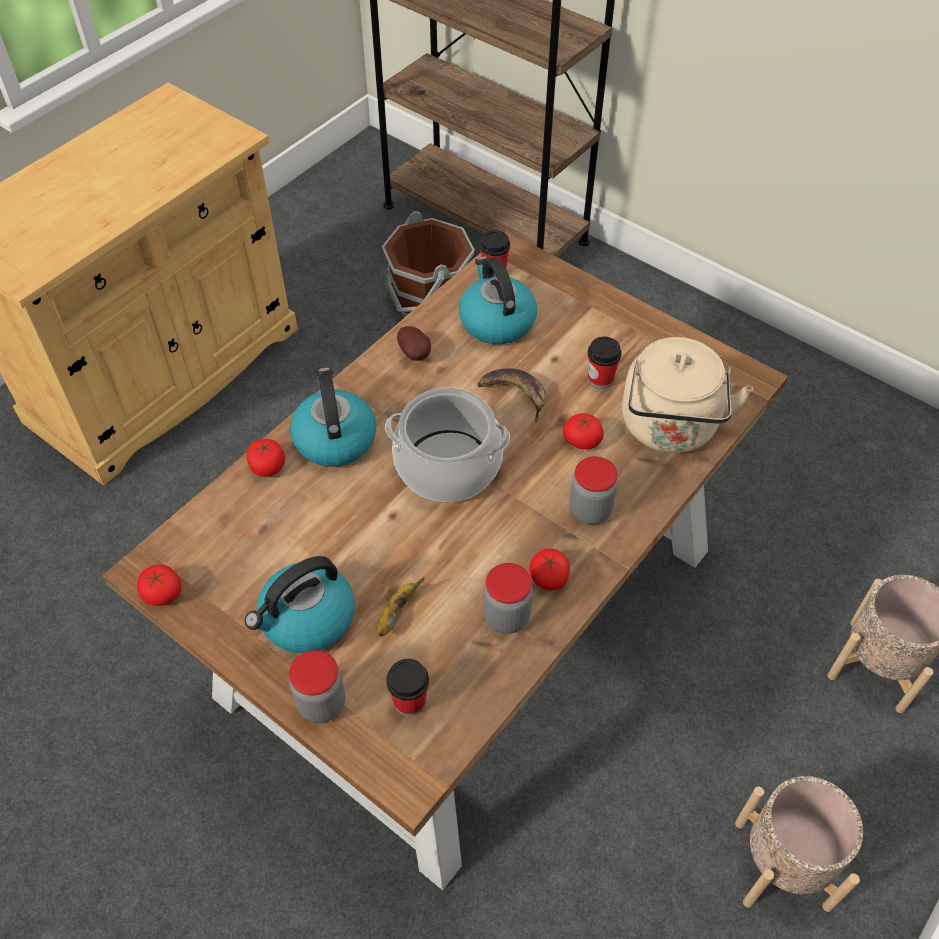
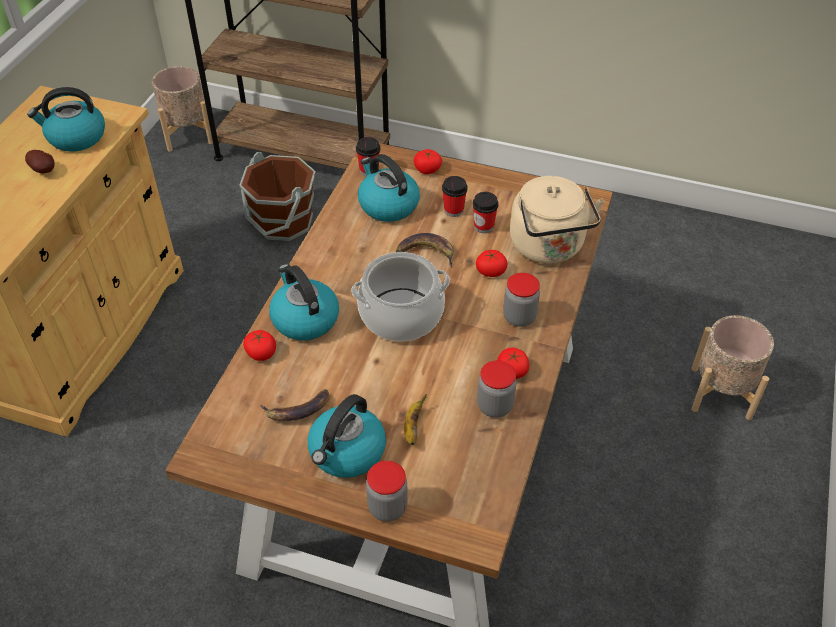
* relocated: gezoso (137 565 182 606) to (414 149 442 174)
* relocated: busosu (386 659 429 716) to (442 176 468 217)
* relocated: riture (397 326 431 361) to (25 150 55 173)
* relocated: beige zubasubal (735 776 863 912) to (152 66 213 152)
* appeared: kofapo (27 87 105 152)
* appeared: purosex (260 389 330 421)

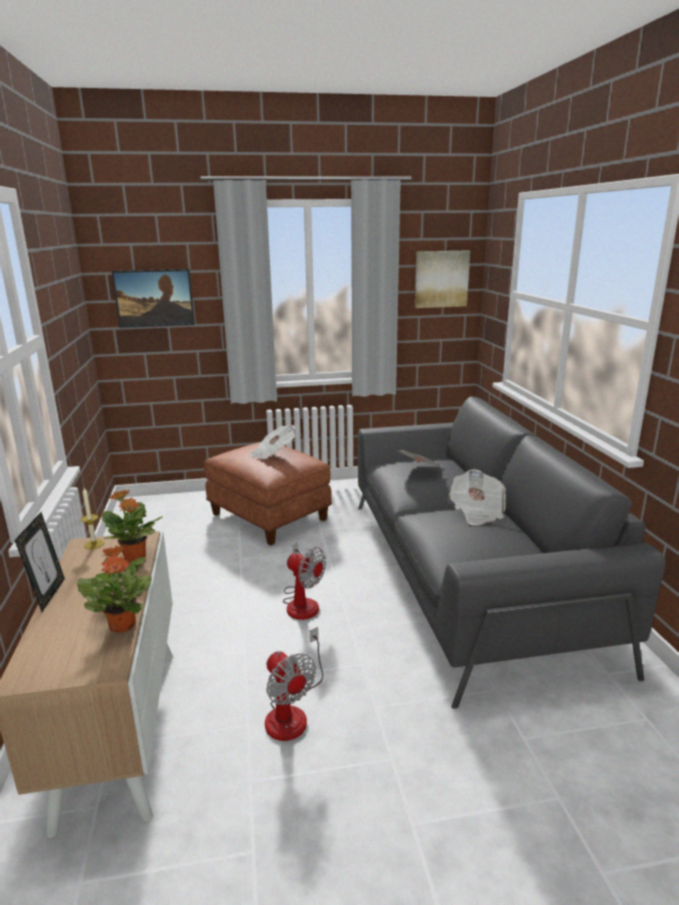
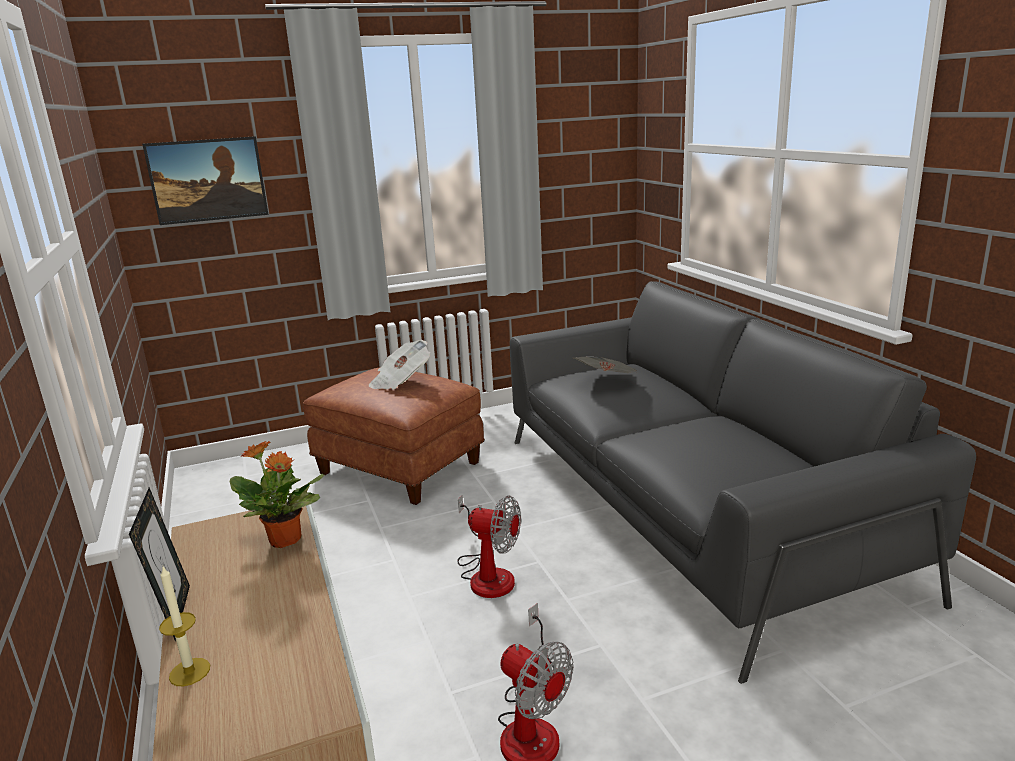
* missing: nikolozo (77 545 151 632)
* relocated: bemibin (81 488 104 550) to (159 567 210 686)
* missing: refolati (415 250 470 308)
* missing: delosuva (449 469 506 526)

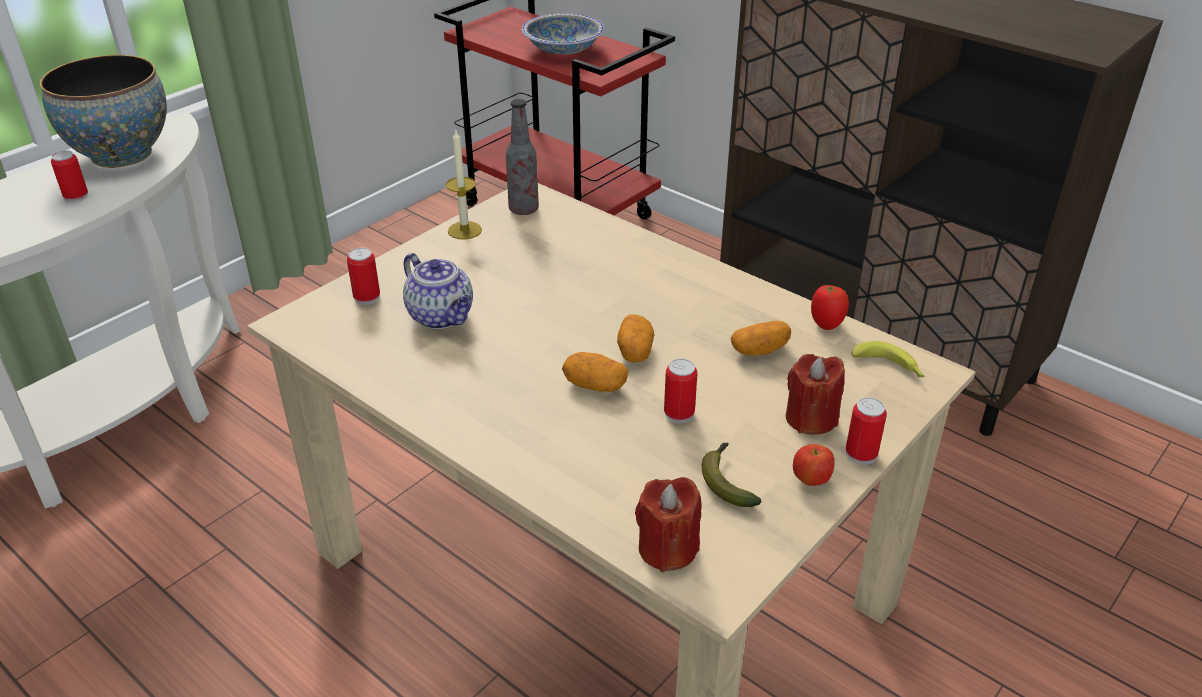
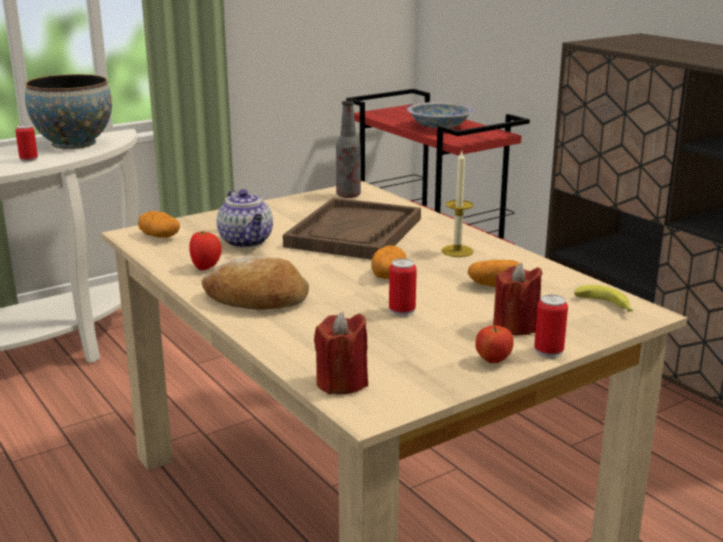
* missing: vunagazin (347 248 380 305)
* relocated: bemibin (446 128 482 240) to (441 149 474 257)
* relocated: riture (562 352 628 392) to (138 211 180 238)
* missing: purosex (702 443 762 507)
* relocated: gezoso (811 284 849 330) to (189 231 222 270)
* appeared: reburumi (202 256 309 310)
* appeared: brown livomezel (283 198 421 260)

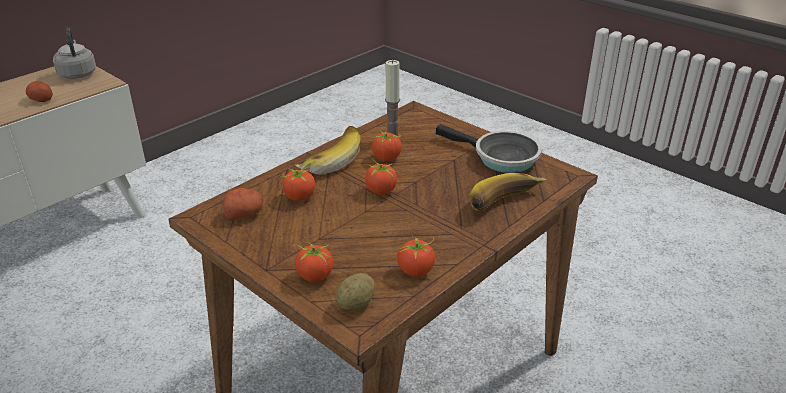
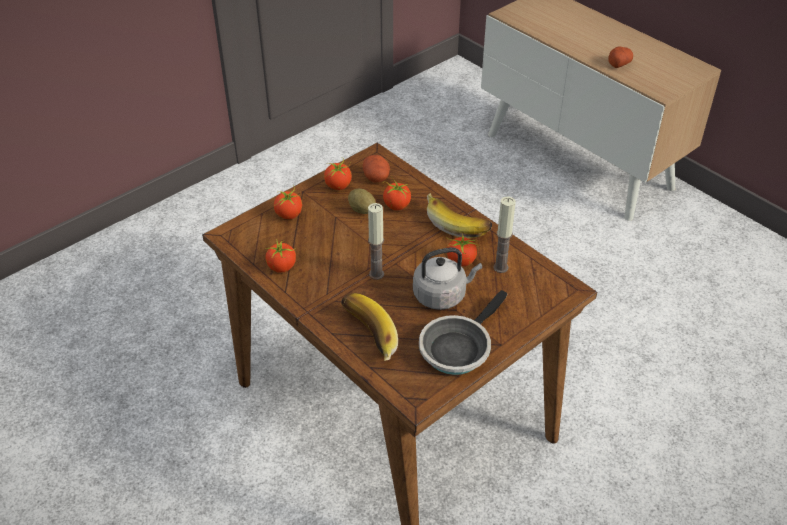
* relocated: grey kofapo (53 28 96 79) to (413 247 482 310)
* relocated: riture (336 273 375 310) to (348 189 376 214)
* relocated: gezoso (363 157 397 195) to (324 157 352 190)
* appeared: bemibin (368 203 384 280)

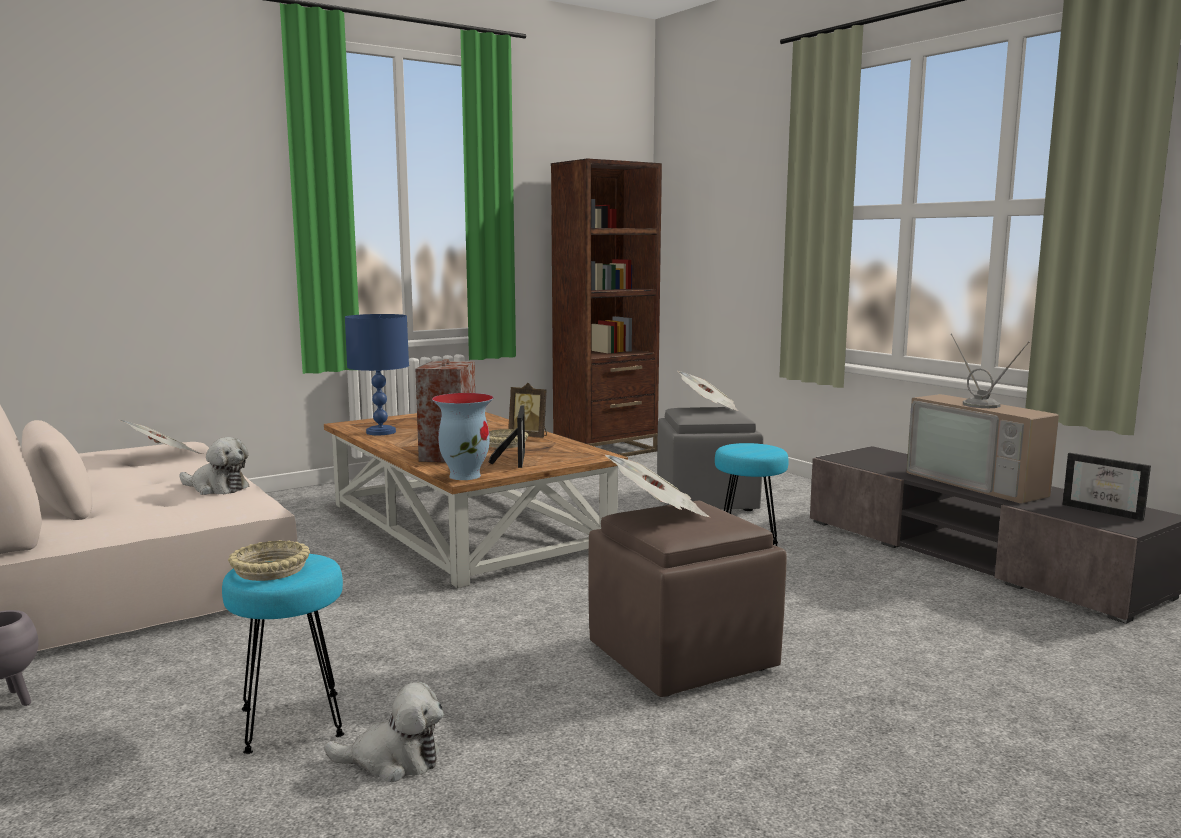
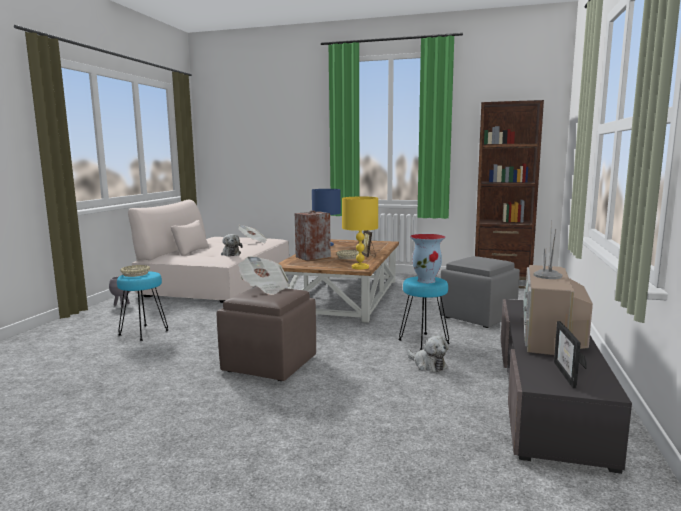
* relocated: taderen (324 682 444 782) to (407 336 449 372)
* relocated: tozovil (432 393 494 480) to (410 234 445 283)
* missing: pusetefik (488 406 525 468)
* missing: delosuva (677 371 738 411)
* appeared: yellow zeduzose (342 197 378 269)

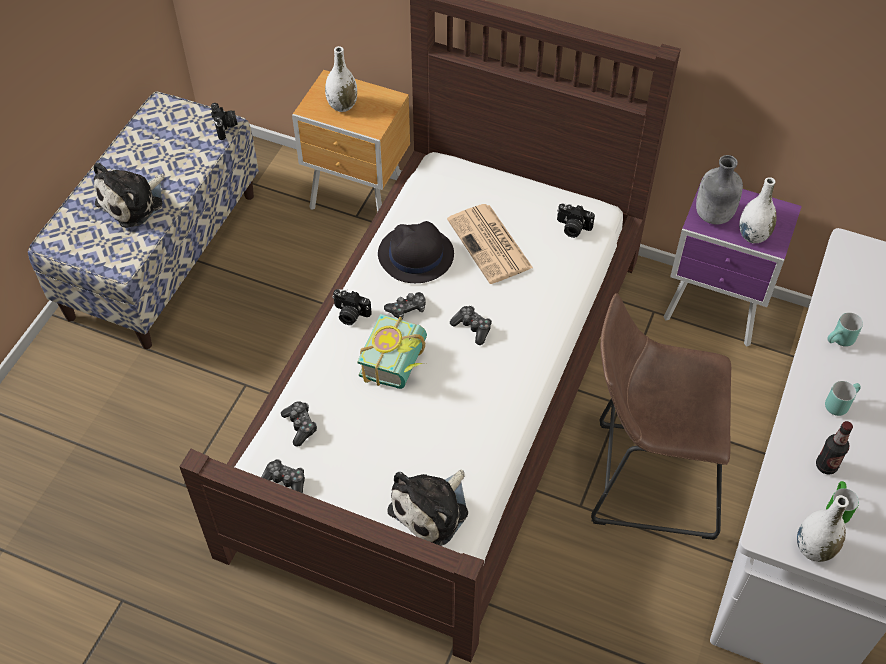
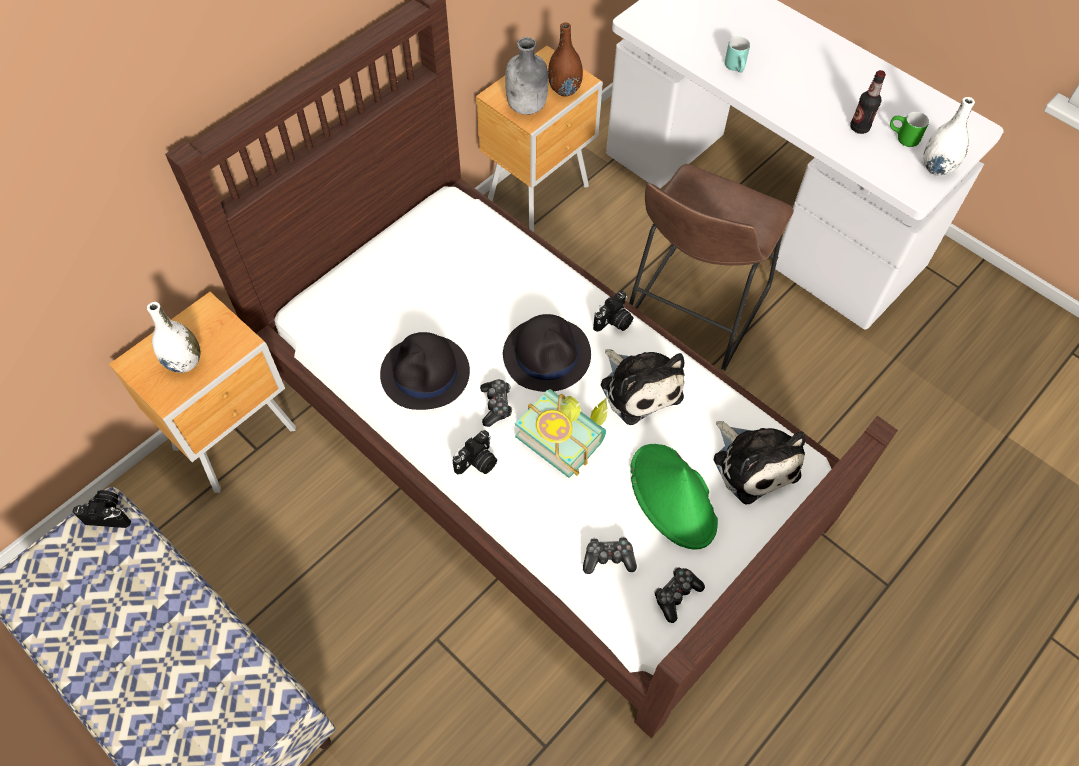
* relocated: taderen (94 162 165 228) to (601 349 684 425)
* missing: delosuva (447 204 533 284)
* exchanged: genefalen (450 306 492 345) to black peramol (503 314 591 392)
* relocated: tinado (557 203 595 238) to (593 291 633 332)
* colour: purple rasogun (664 177 802 346) to brown rasogun (476 46 603 232)
* colour: white tozovil (739 177 777 243) to brown tozovil (548 22 583 97)
* missing: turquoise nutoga (825 381 861 416)
* appeared: green peramol (630 444 718 550)

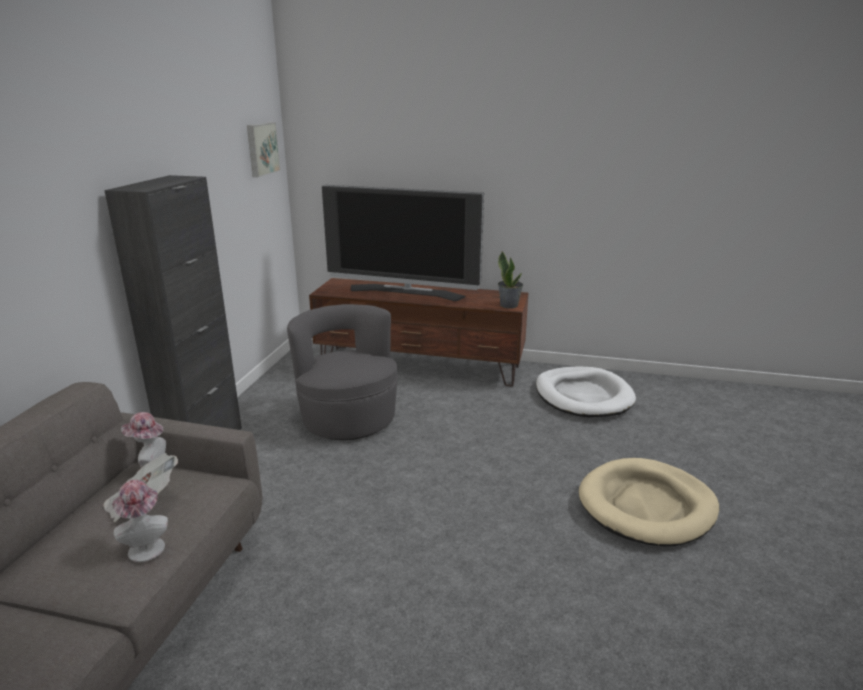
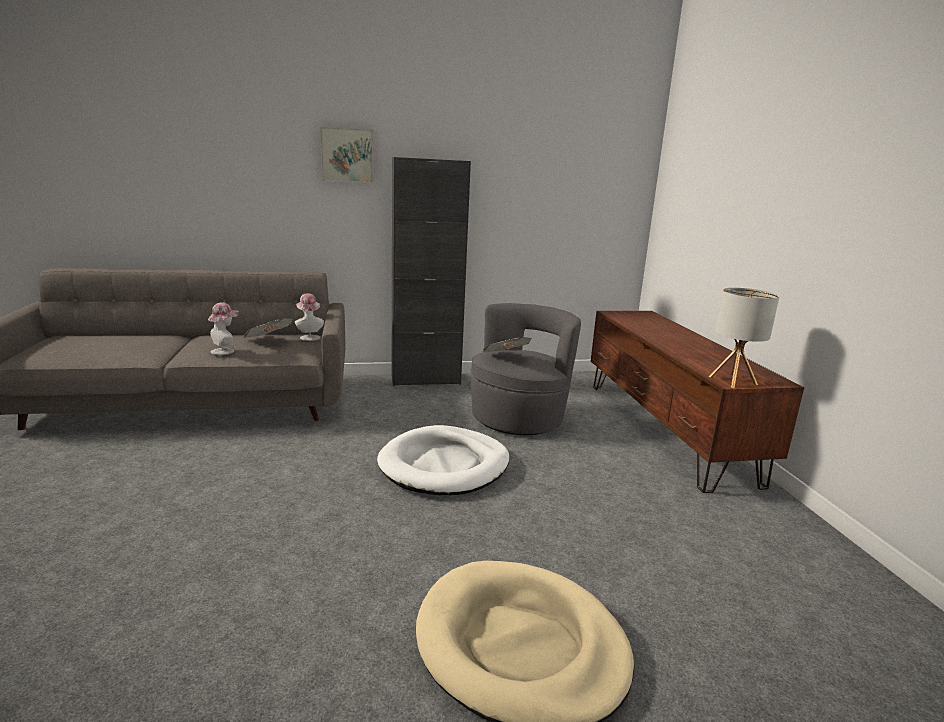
* relocated: refolati (247 122 280 177) to (320 127 373 183)
* missing: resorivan (322 185 484 301)
* exchanged: nikolozo (498 252 523 309) to zeduzose (709 288 780 388)
* relocated: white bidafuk (536 367 636 417) to (377 425 509 495)
* appeared: delosuva (482 337 532 352)

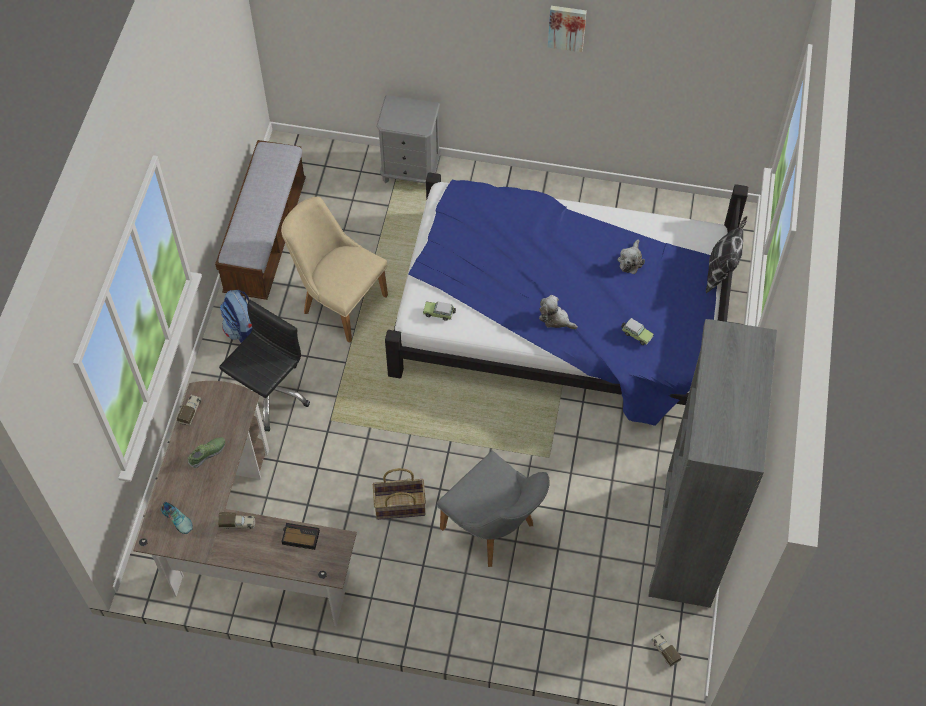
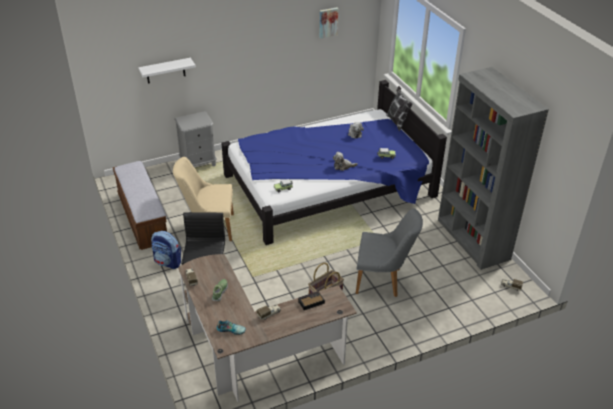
* relocated: refolati (548 6 587 52) to (319 8 338 38)
* appeared: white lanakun (138 58 196 83)

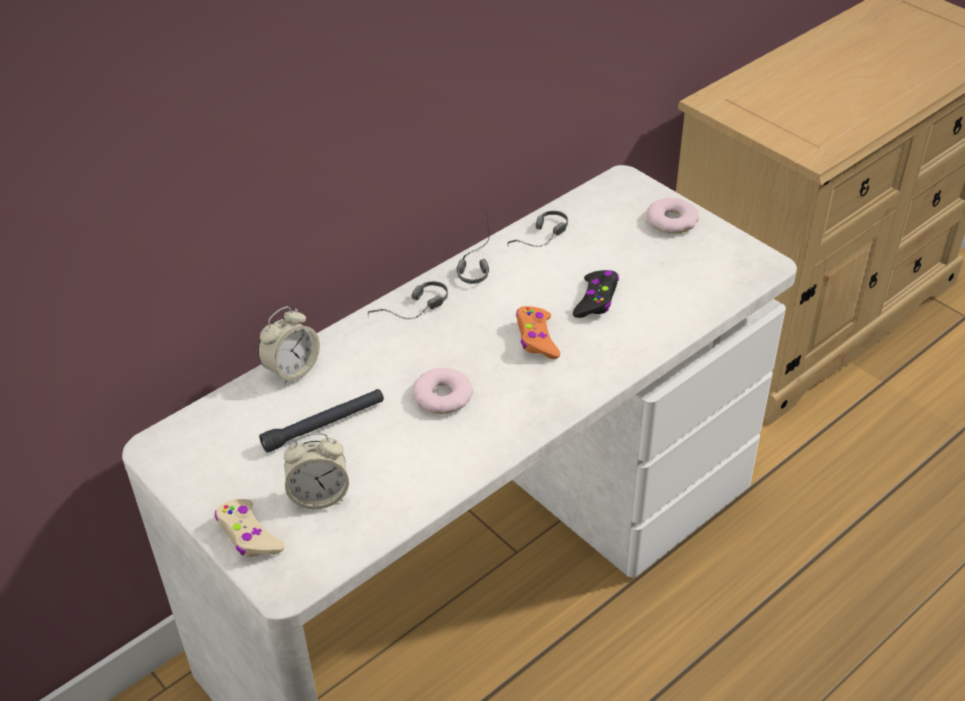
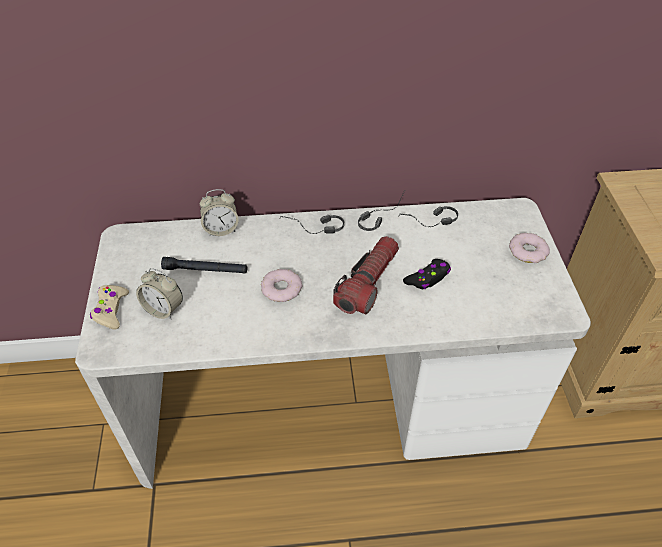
* exchanged: orange genefalen (516 306 560 359) to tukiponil (333 236 399 314)

